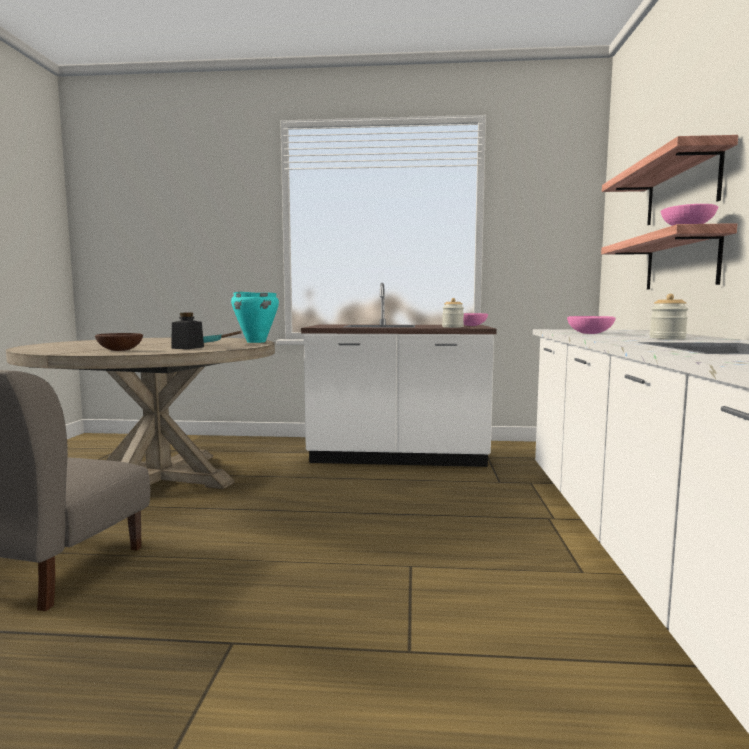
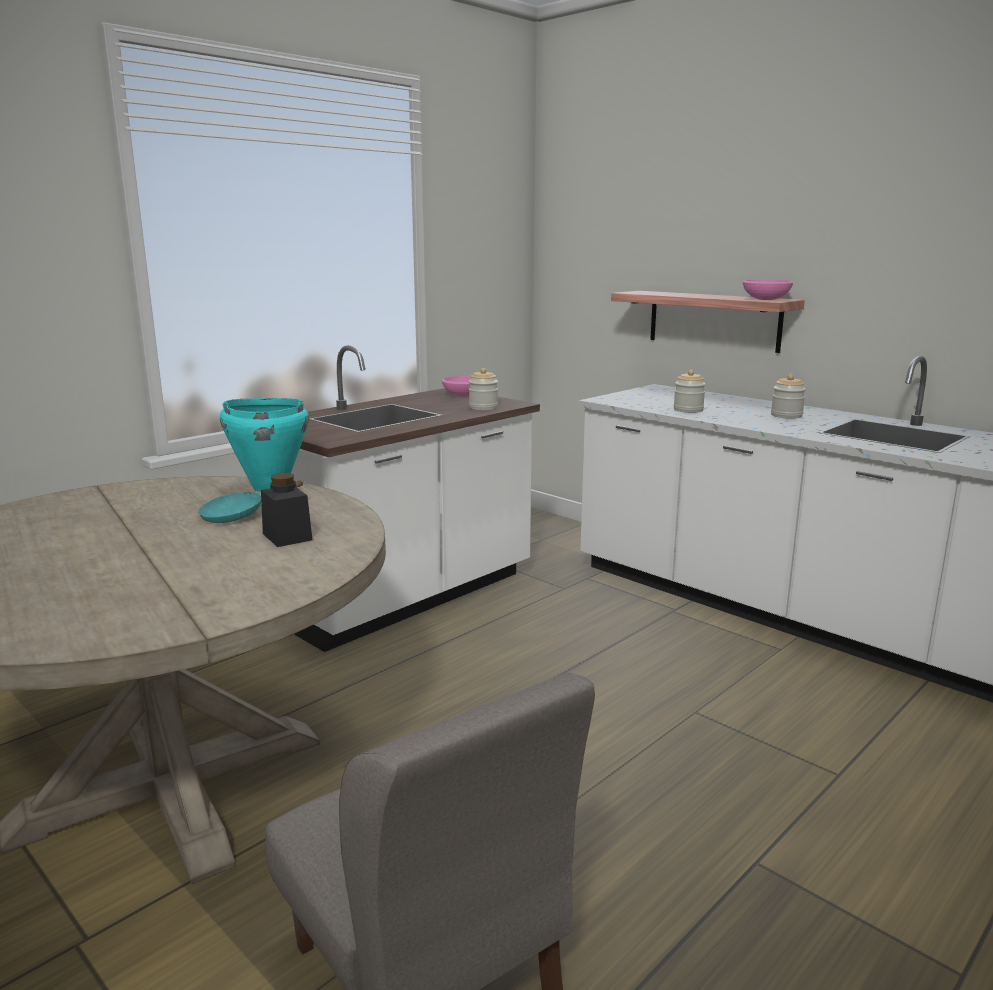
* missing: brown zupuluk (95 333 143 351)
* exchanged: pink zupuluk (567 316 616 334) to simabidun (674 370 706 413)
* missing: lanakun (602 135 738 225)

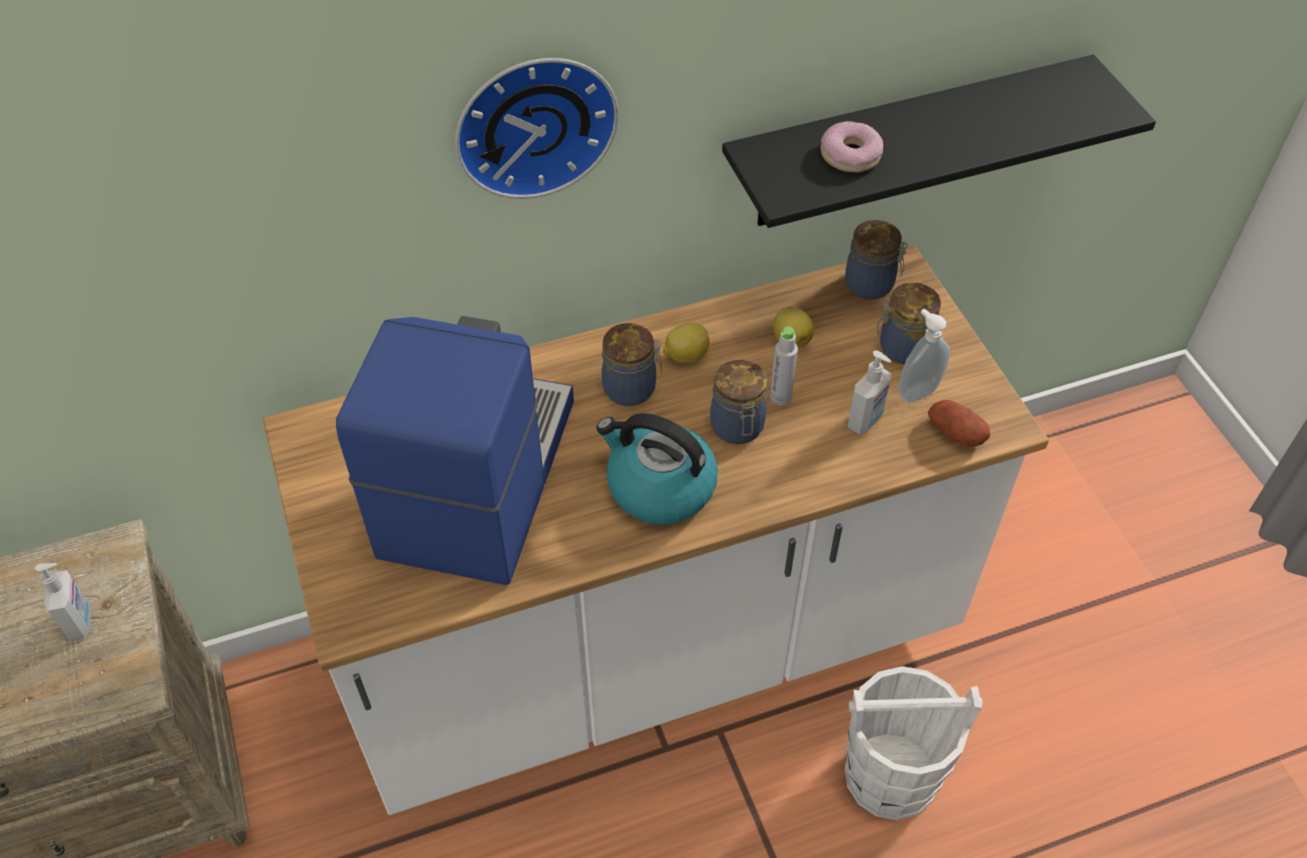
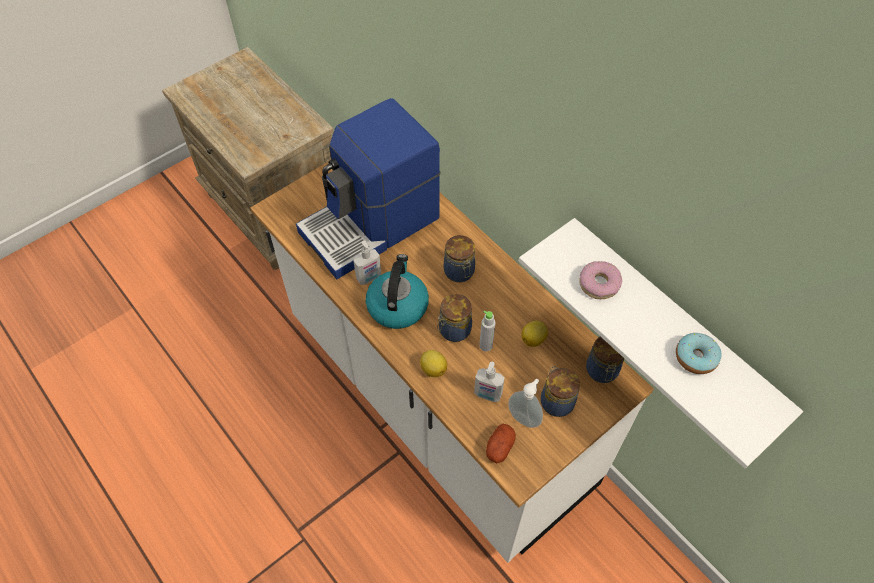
* relocated: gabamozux (35 563 90 640) to (353 241 381 285)
* spun: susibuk (336 316 574 585) = (296 98 440 279) 150 degrees clockwise
* missing: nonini (455 58 618 199)
* relocated: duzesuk (663 323 710 363) to (420 350 447 377)
* colour: black lanakun (722 55 1156 228) to white lanakun (519 218 803 468)
* missing: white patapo (845 666 983 821)
* appeared: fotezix (676 333 722 374)

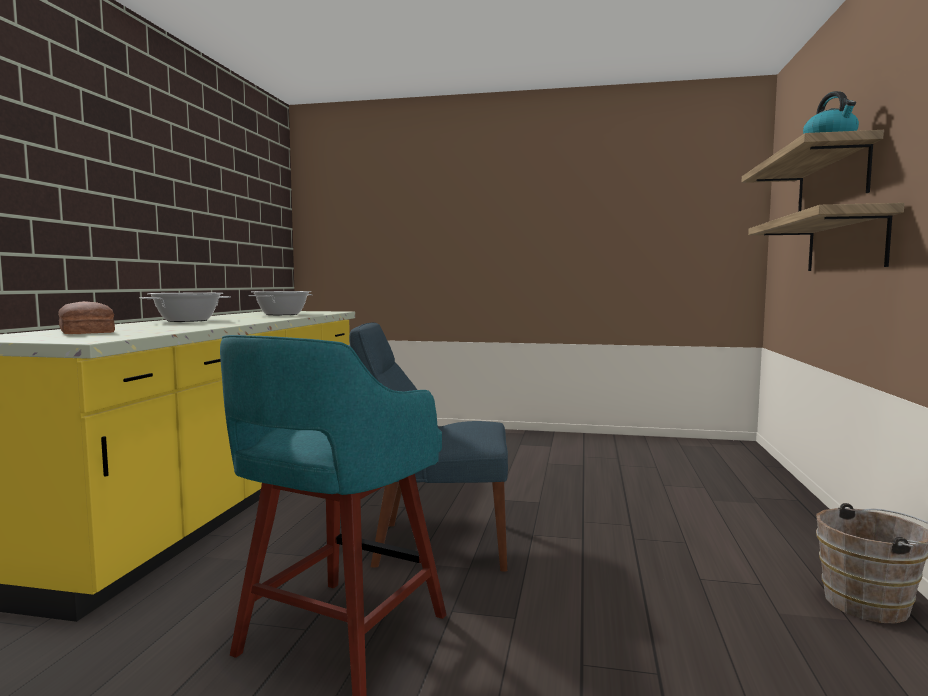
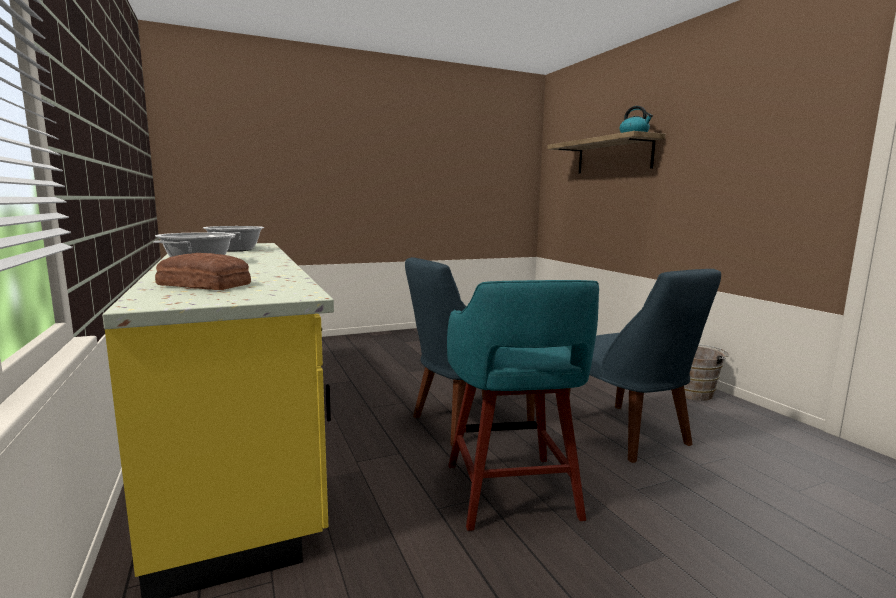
* missing: lanakun (748 203 905 271)
* appeared: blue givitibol (559 269 721 463)

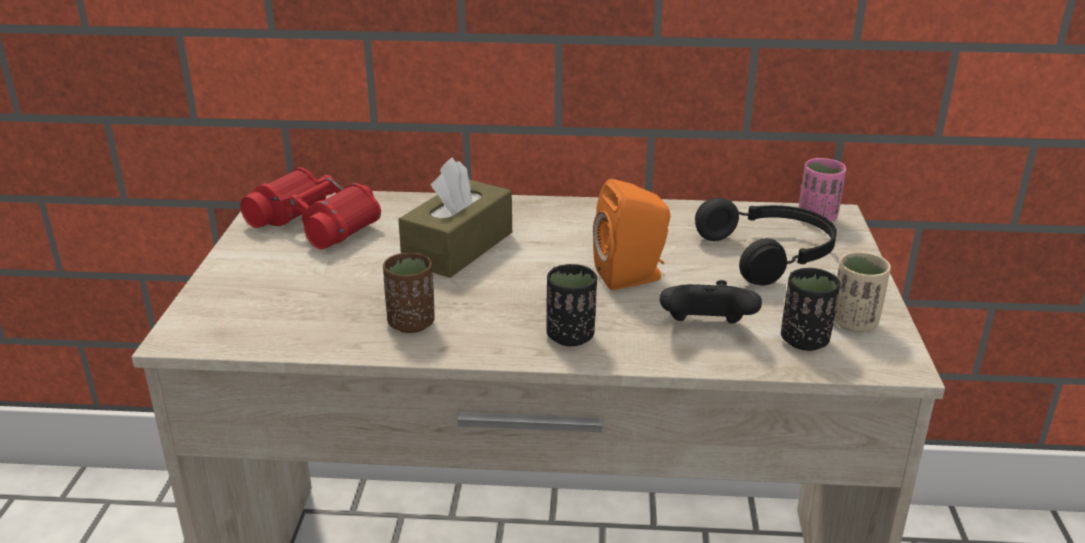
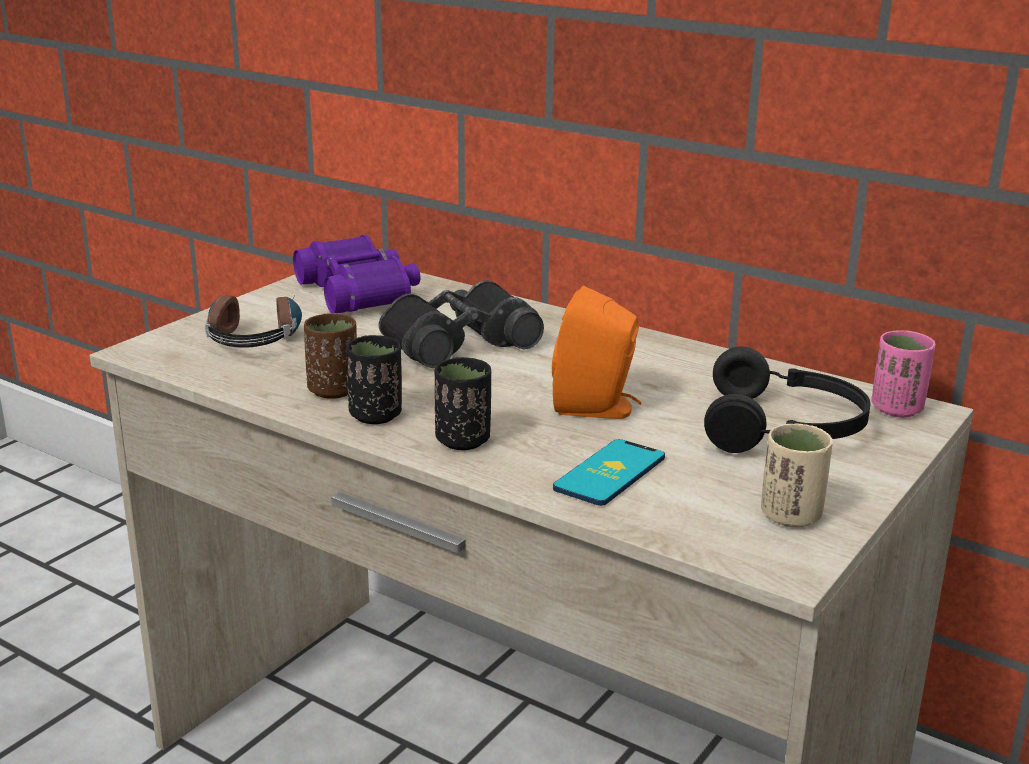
* colour: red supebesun (240 167 381 250) to purple supebesun (293 235 420 313)
* exchanged: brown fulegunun (398 157 512 278) to black supebesun (378 280 544 368)
* exchanged: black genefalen (660 280 762 324) to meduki (553 439 665 506)
* relocated: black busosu (781 268 840 351) to (346 335 402 424)
* appeared: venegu (205 295 302 348)

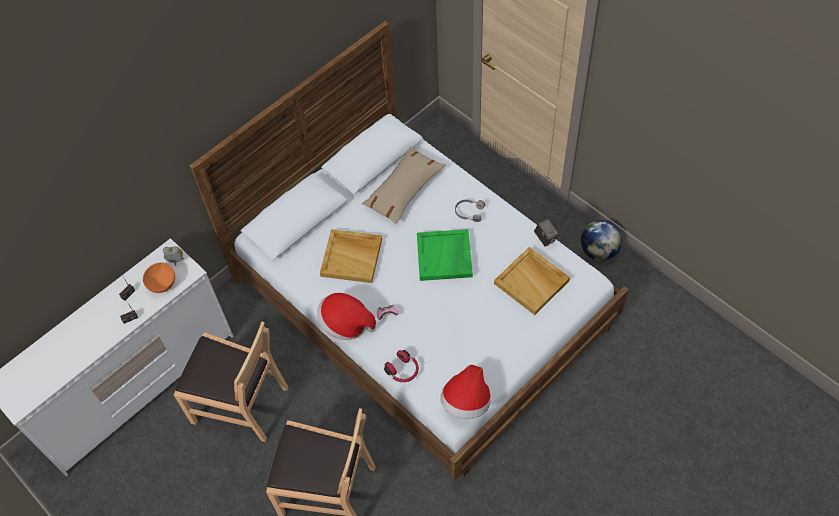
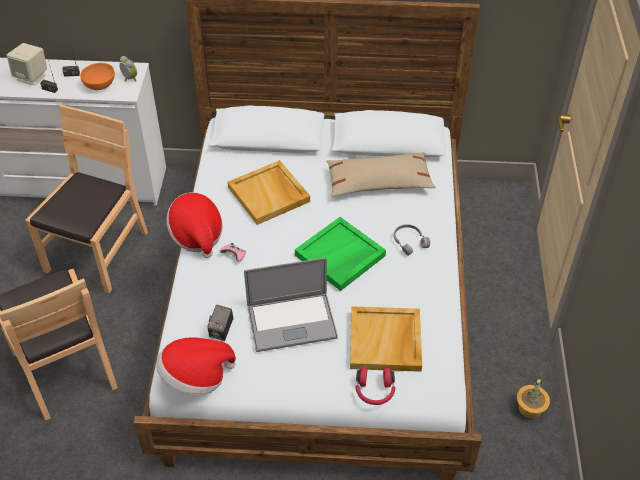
* spun: brown givitibol (174 321 288 442) = (25 105 148 293) 135 degrees counterclockwise
* relocated: red venegu (384 350 419 382) to (355 367 395 405)
* relocated: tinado (534 219 559 247) to (207 305 233 341)
* exchanged: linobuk (581 220 622 261) to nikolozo (517 377 550 419)
* appeared: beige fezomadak (7 43 47 86)
* appeared: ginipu (244 258 338 352)

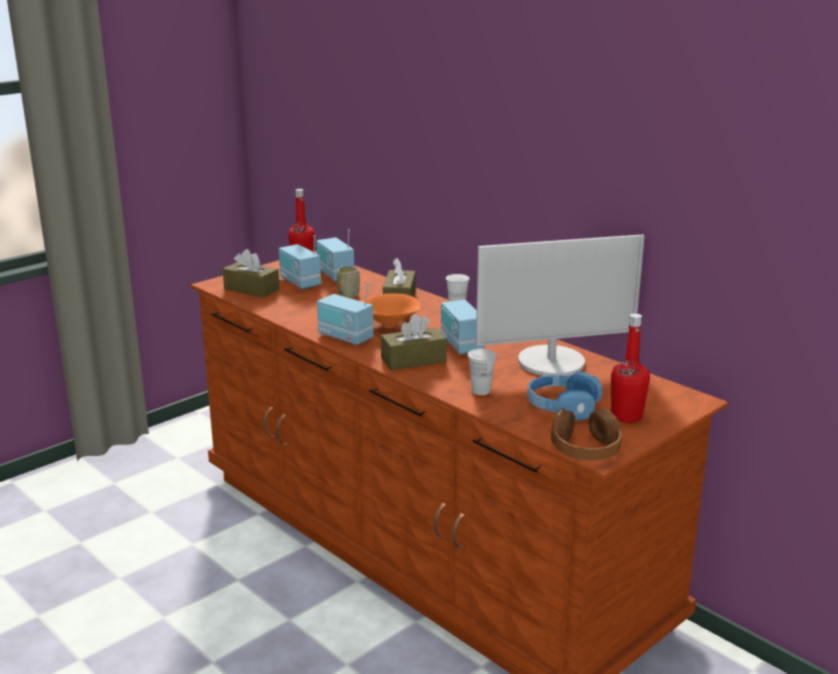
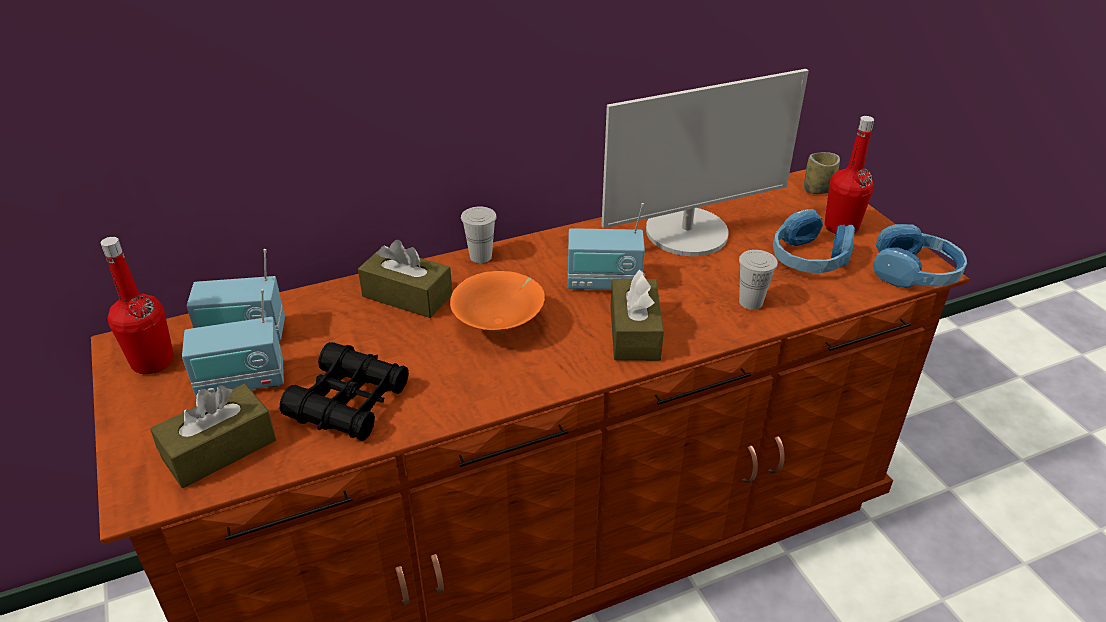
* missing: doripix (317 283 374 345)
* relocated: busosu (337 266 360 298) to (804 152 840 194)
* spun: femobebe (476 234 644 376) = (601 69 809 256) 60 degrees clockwise
* colour: brown venegu (551 408 622 460) to blue venegu (873 224 967 288)
* appeared: black supebesun (280 342 409 441)

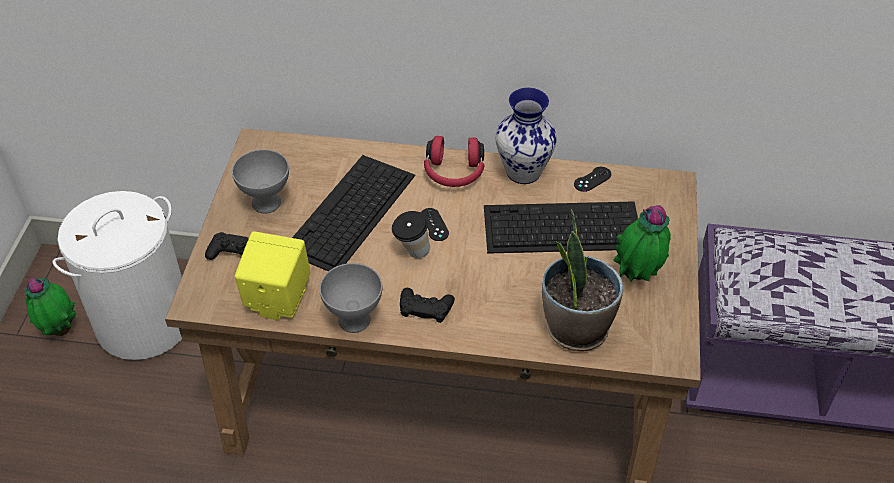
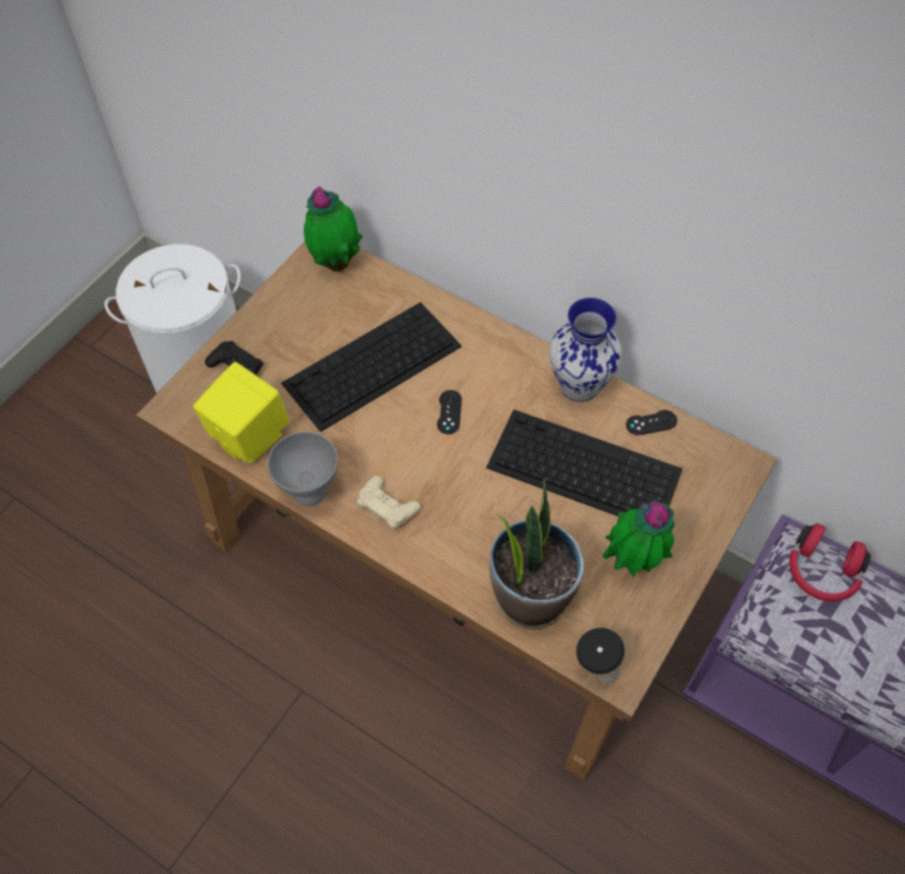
* relocated: nikolozo (24 277 77 336) to (304 187 363 272)
* missing: grey zupuluk (232 149 289 213)
* relocated: busosu (392 211 430 258) to (576 628 625 683)
* colour: black genefalen (400 288 455 323) to beige genefalen (356 476 421 530)
* relocated: red venegu (424 136 485 187) to (789 523 871 602)

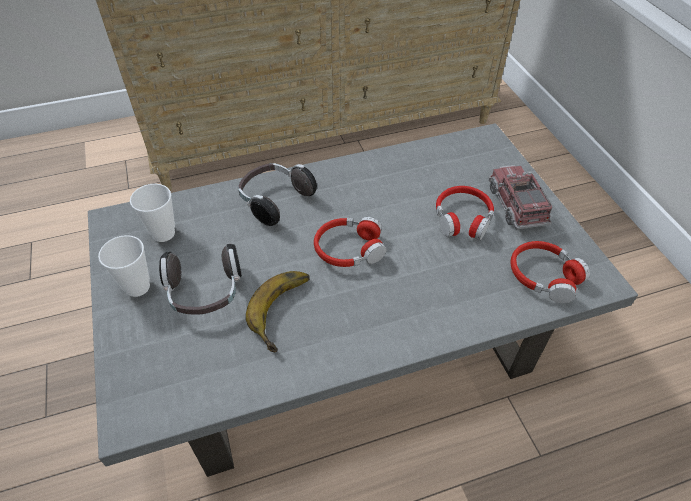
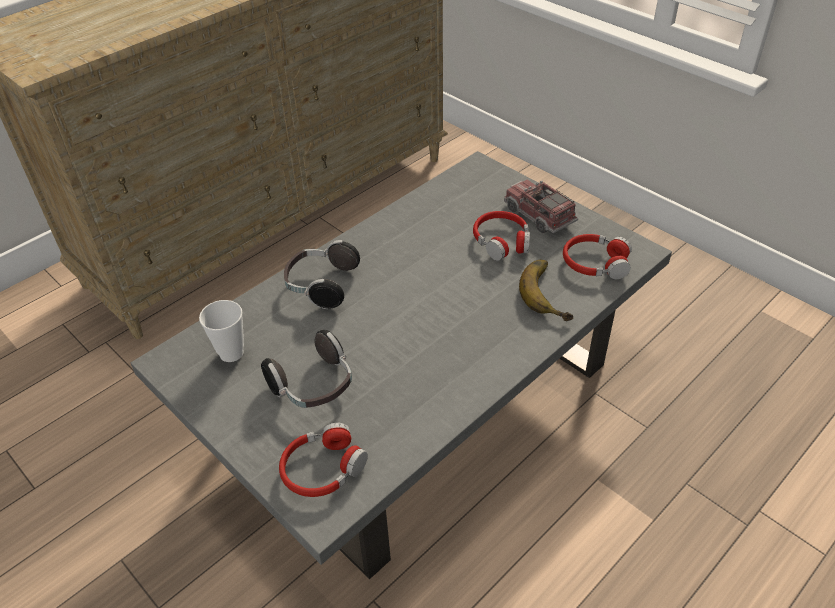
* missing: busosu (98 235 150 297)
* relocated: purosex (246 271 310 353) to (519 260 573 321)
* relocated: red venegu (314 217 387 267) to (279 423 368 497)

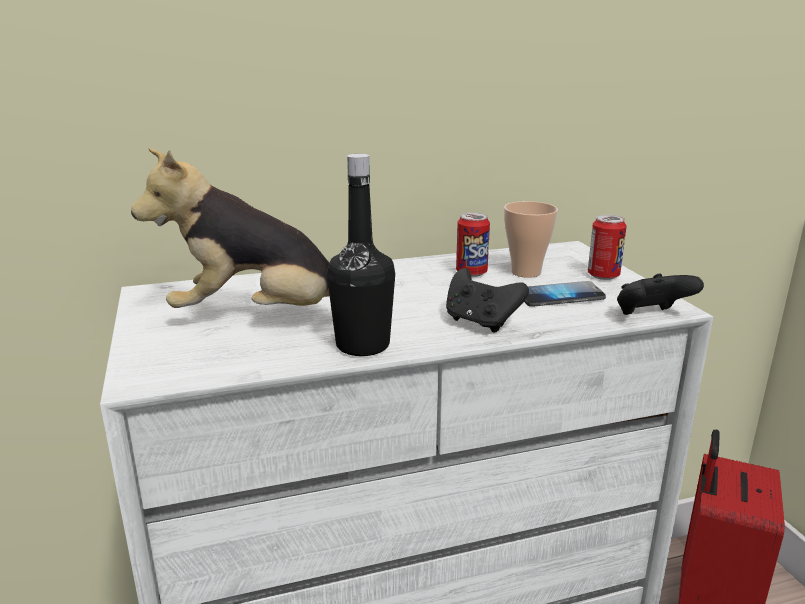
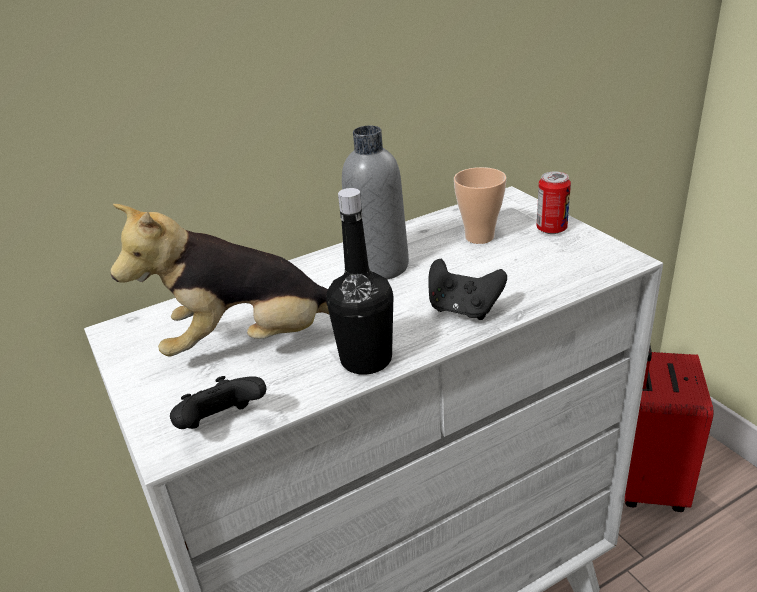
* missing: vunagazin (456 212 490 277)
* missing: meduki (524 281 606 307)
* relocated: black genefalen (617 274 704 315) to (170 376 266 429)
* appeared: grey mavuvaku (342 126 409 280)

